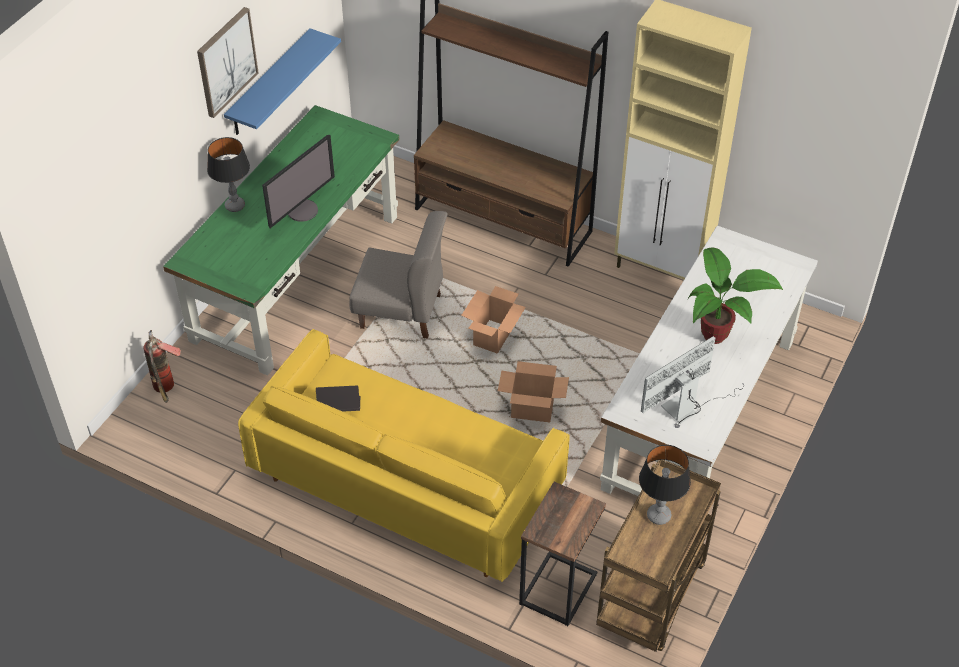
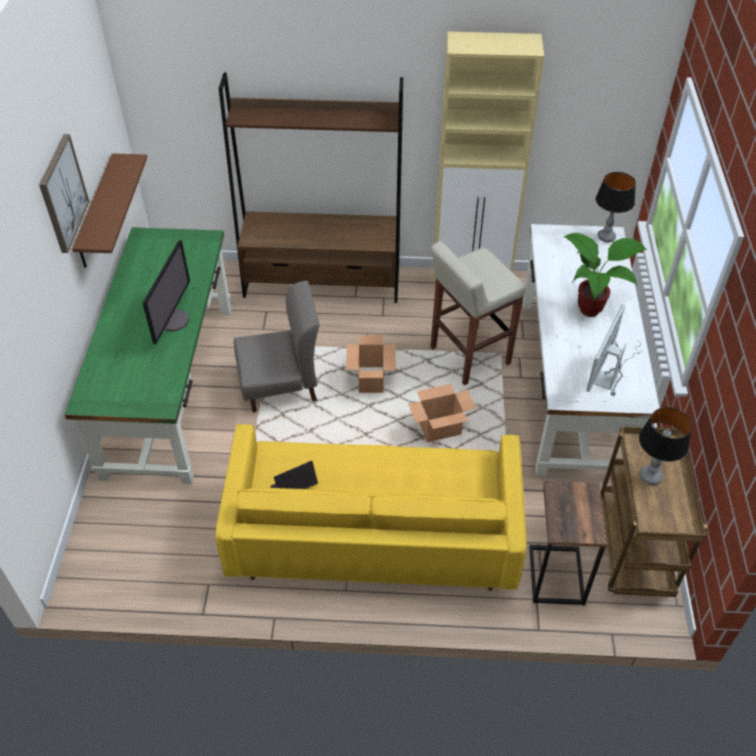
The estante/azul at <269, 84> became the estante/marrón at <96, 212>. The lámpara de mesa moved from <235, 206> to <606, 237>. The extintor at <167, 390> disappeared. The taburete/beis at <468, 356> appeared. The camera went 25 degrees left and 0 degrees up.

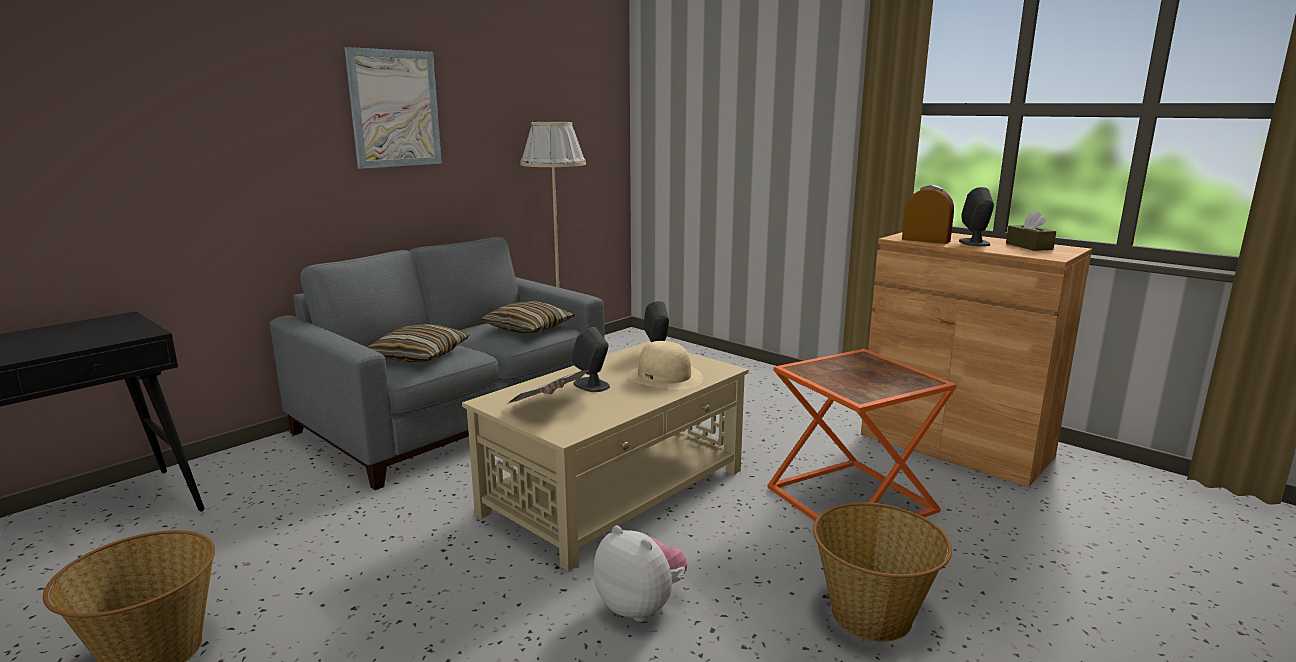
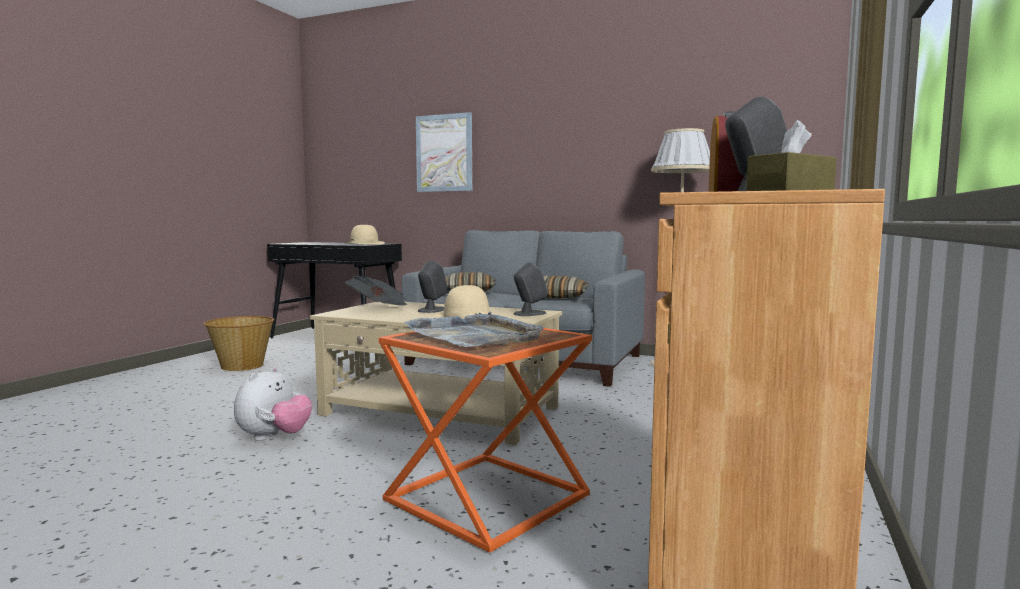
The cuadro moved from <395, 109> to <444, 153>. The cesta at <872, 616> disappeared. The sombrero/beis at <364, 244> appeared. The bandeja/gris at <475, 336> appeared. The camera went 70 degrees right and 10 degrees down.

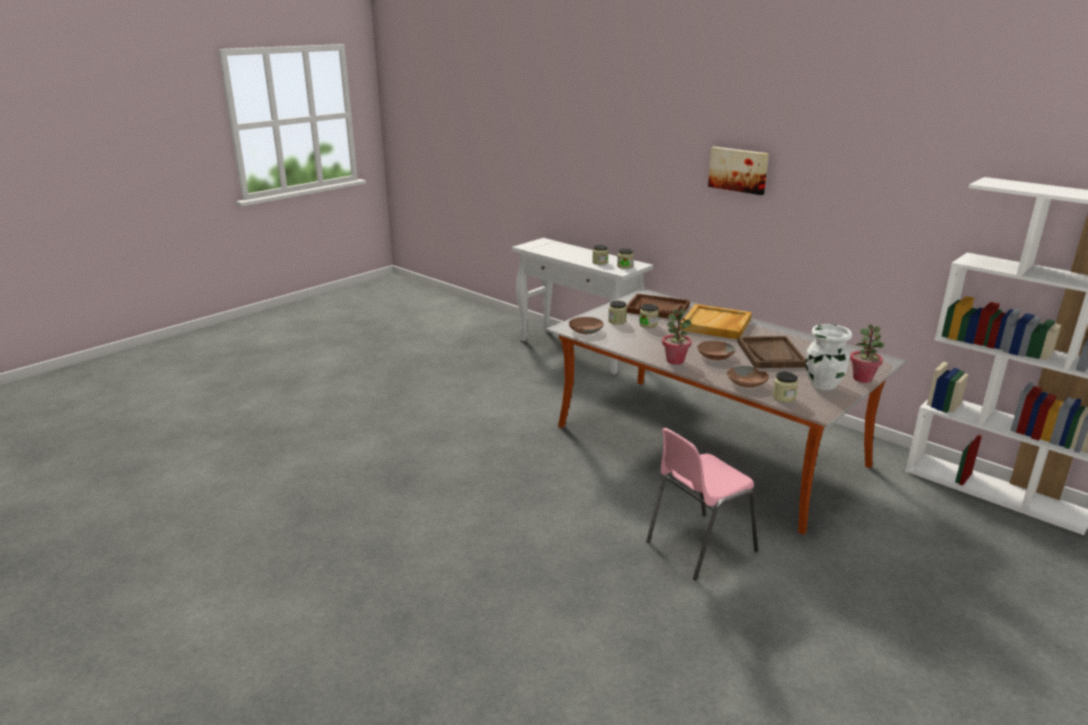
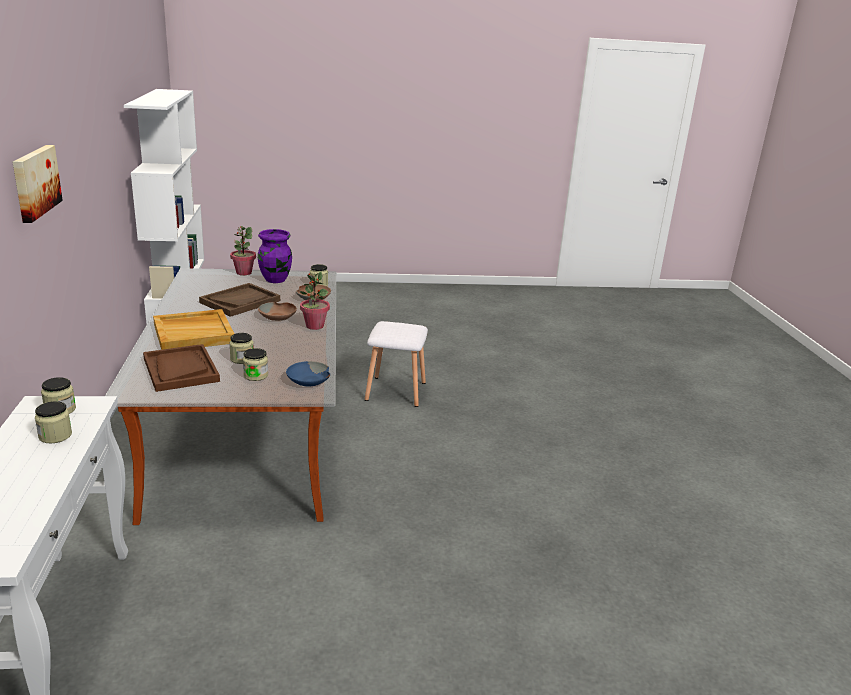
The cuenco/marrón at <585, 330> became the cuenco/azul at <308, 381>. The florero/blanco at <822, 384> became the florero/morado at <275, 280>. The silla/rosa at <698, 546> was replaced by the taburete/blanco at <396, 392>. The camera went 140 degrees left and 0 degrees up.

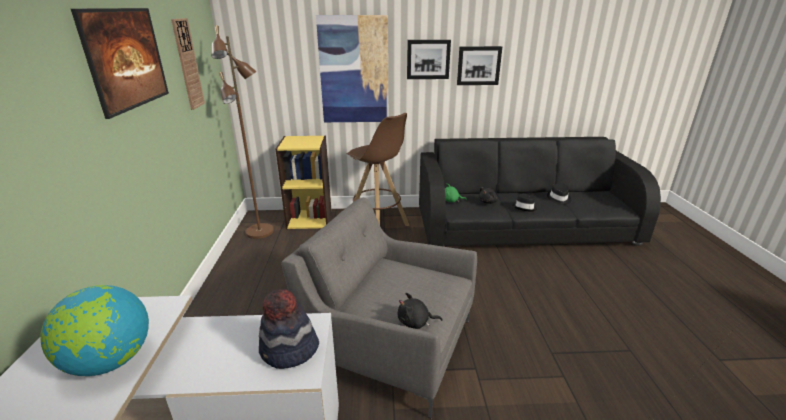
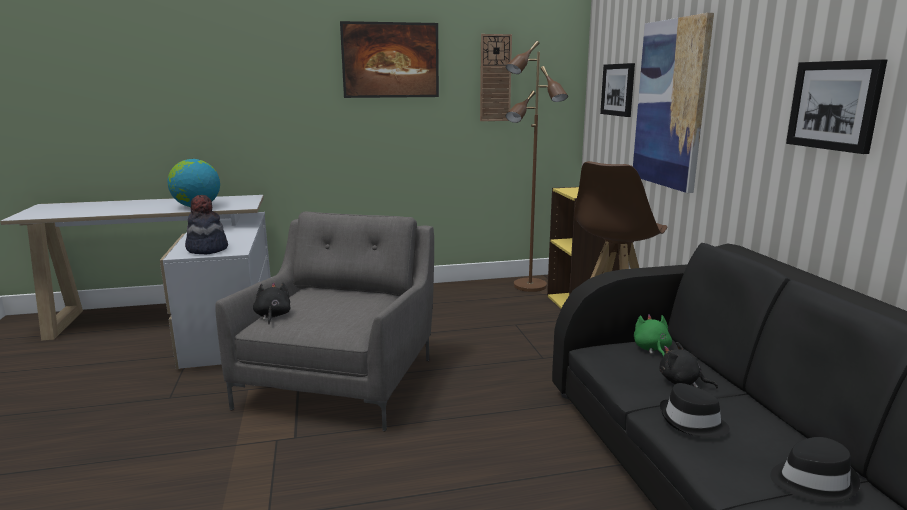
The cuadro moved from <428, 59> to <618, 89>. The camera went 80 degrees right and 10 degrees down.

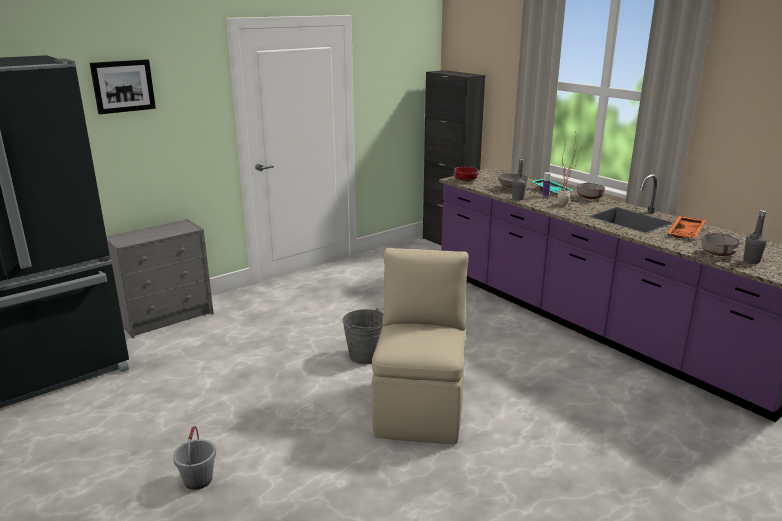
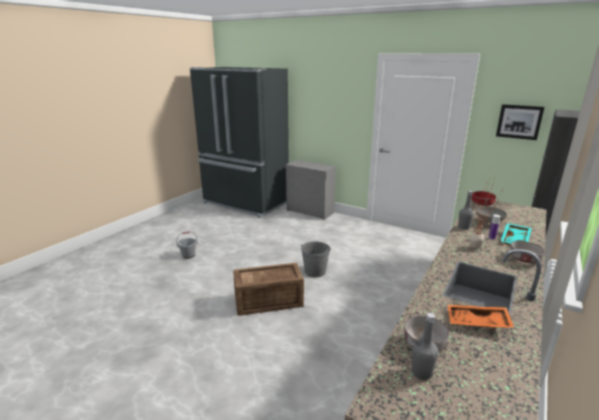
The cuadro moved from <123, 86> to <519, 121>. The silla/beis at <420, 407> was replaced by the caja de embalaje at <270, 302>. The camera went 70 degrees right and 0 degrees up.

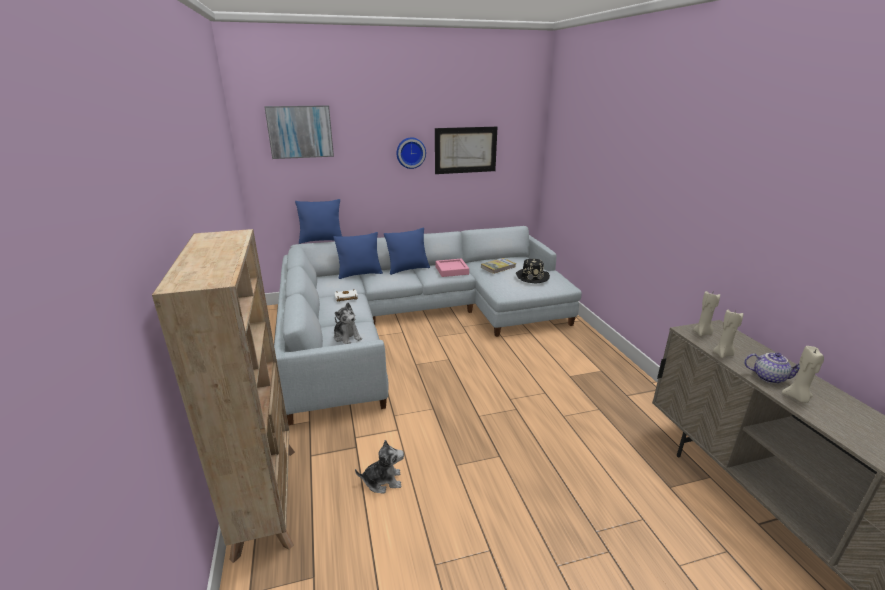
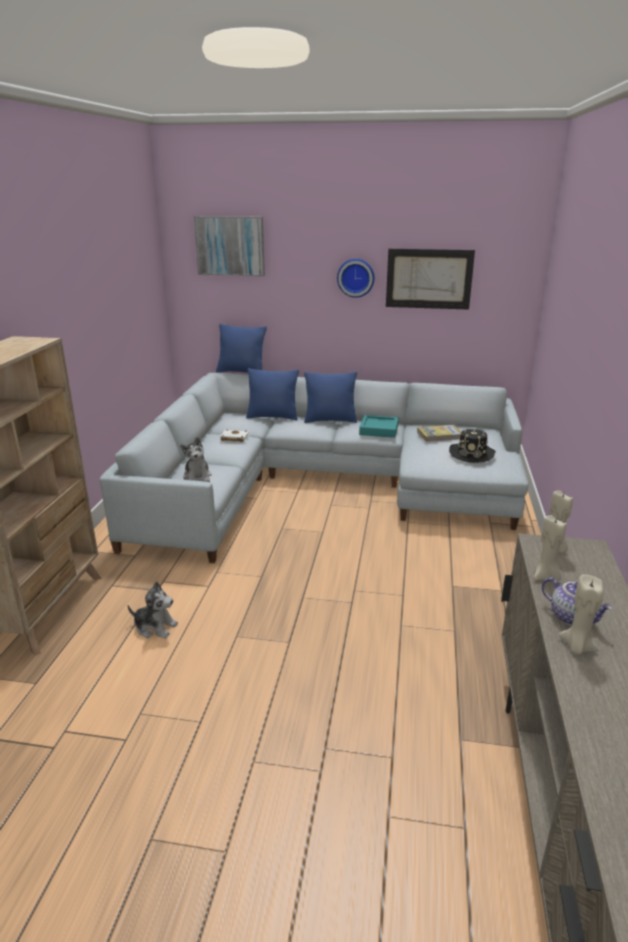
The bandeja/rosa at <452, 270> became the bandeja/turquesa at <379, 430>. The camera went 25 degrees right and 0 degrees up.

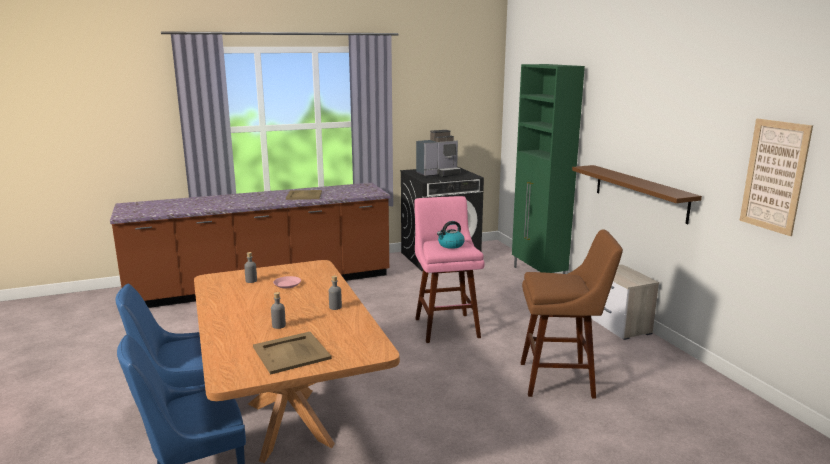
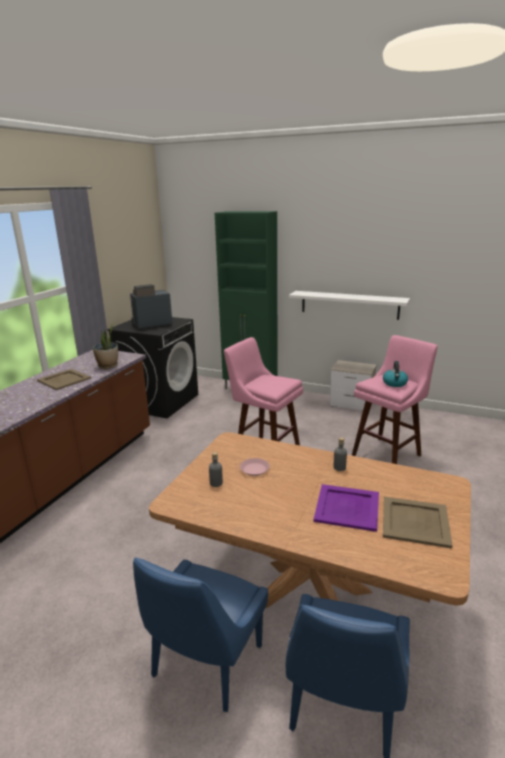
The cuadro at <774, 176> disappeared. The cafetera at <439, 174> turned 135 degrees counterclockwise. The estante/marrón at <640, 193> became the estante/blanco at <349, 304>. The hervidor moved from <450, 245> to <395, 383>. The taburete/marrón at <561, 380> became the taburete/rosa at <388, 453>. The botella/gris at <279, 325> was replaced by the bandeja/morado at <348, 507>. The planta en maceta at <108, 366> appeared. The camera went 45 degrees left and 5 degrees up.

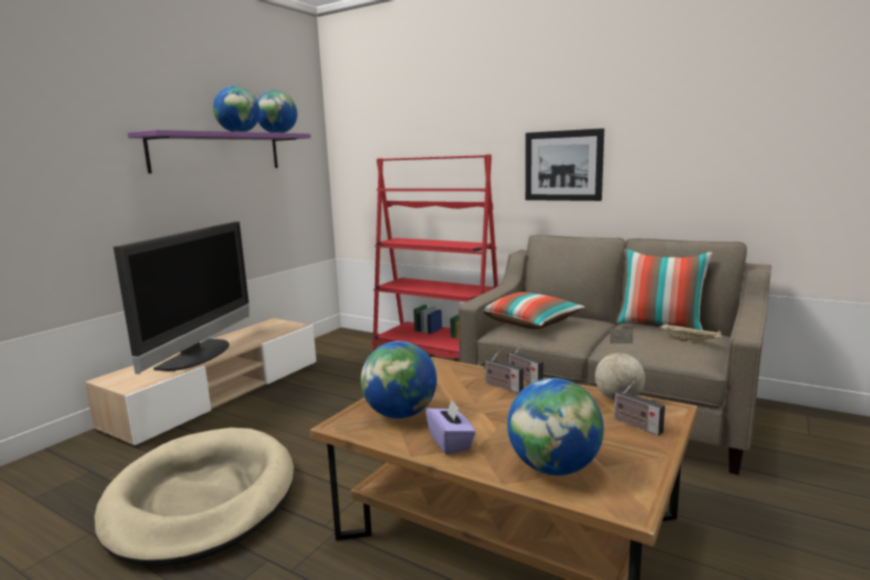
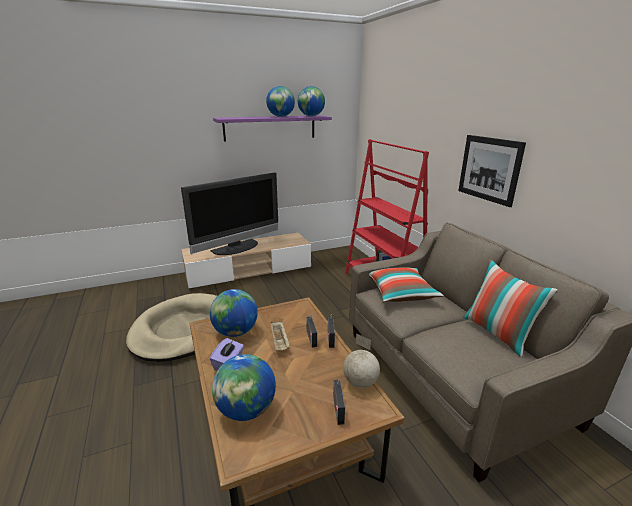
The bandeja/beis moved from <690, 340> to <280, 342>. The camera went 35 degrees right and 10 degrees up.

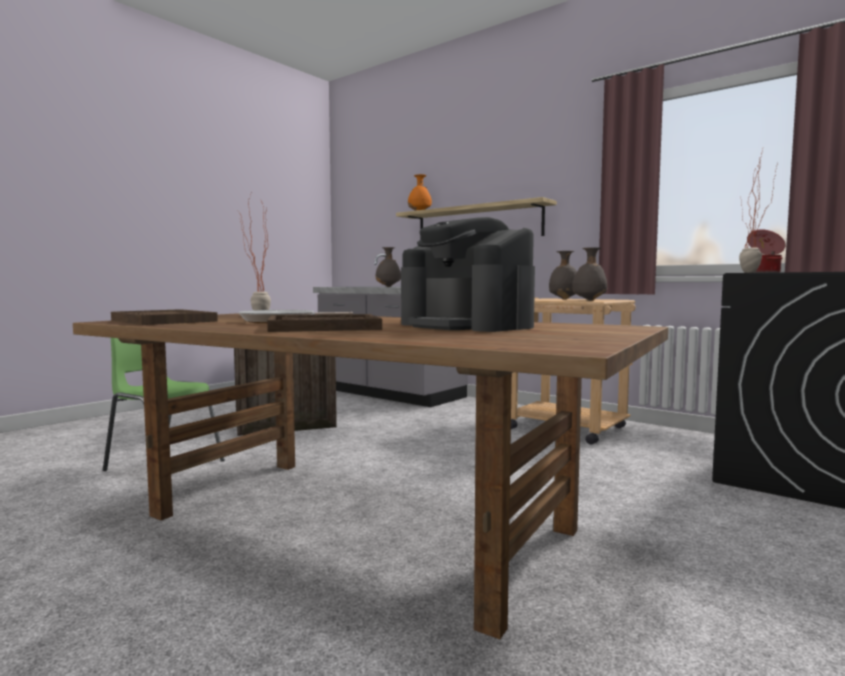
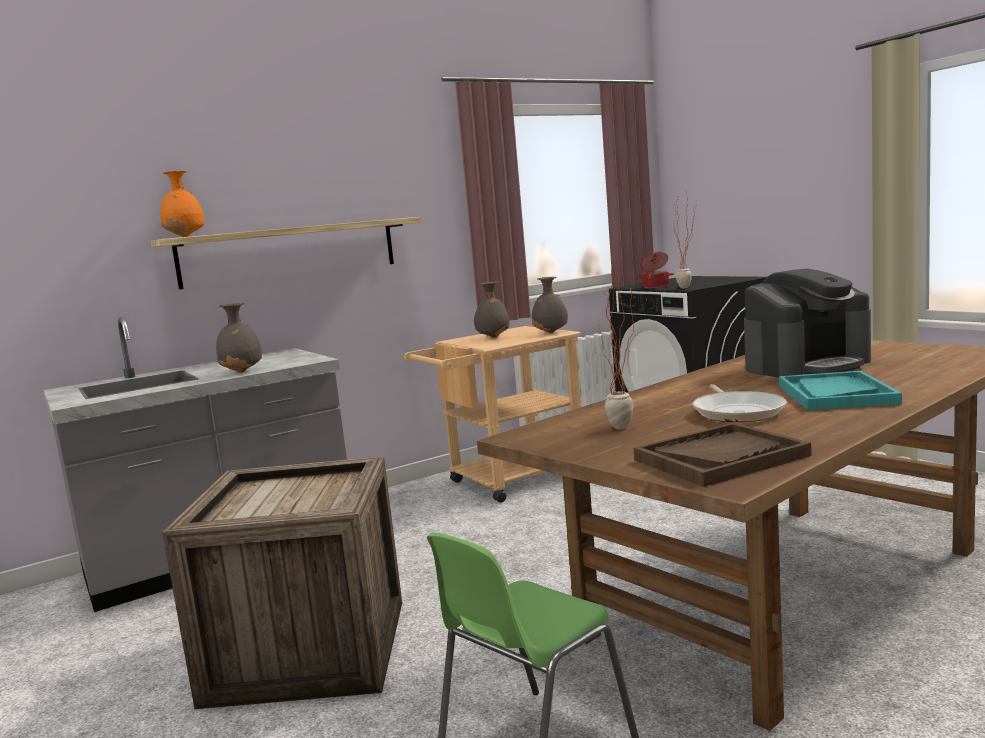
The bandeja/marrón at <324, 327> became the bandeja/turquesa at <835, 394>. The camera went 70 degrees left and 5 degrees up.

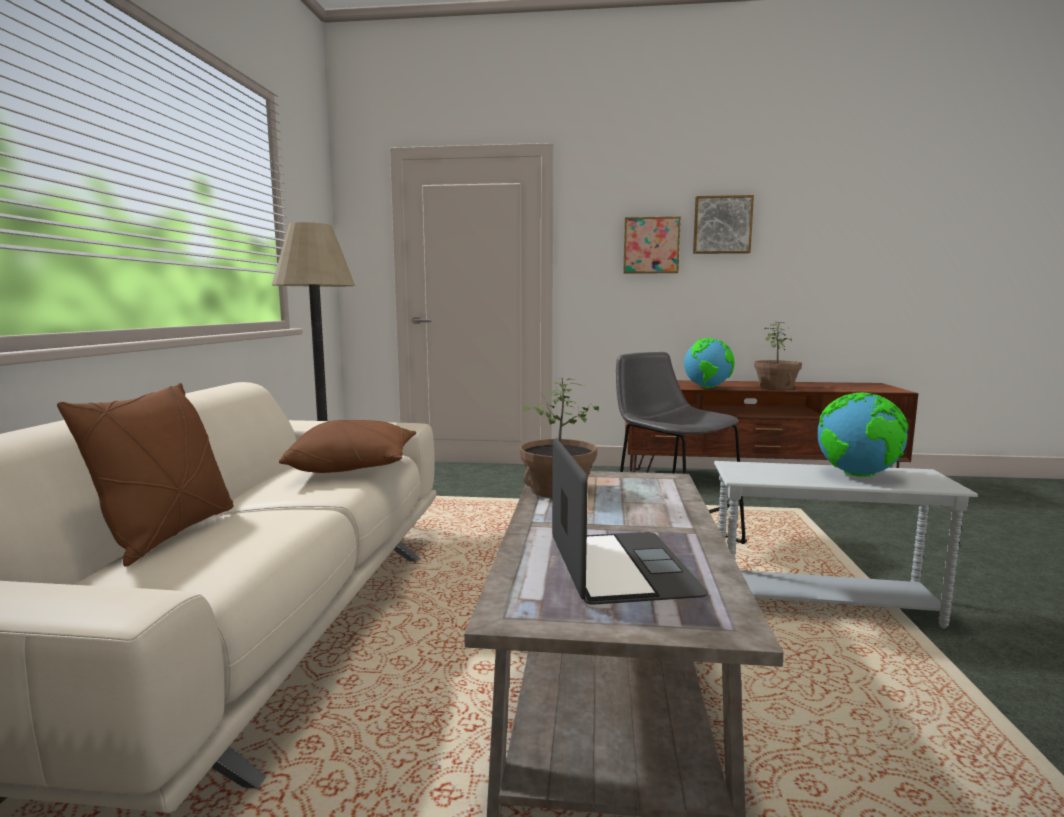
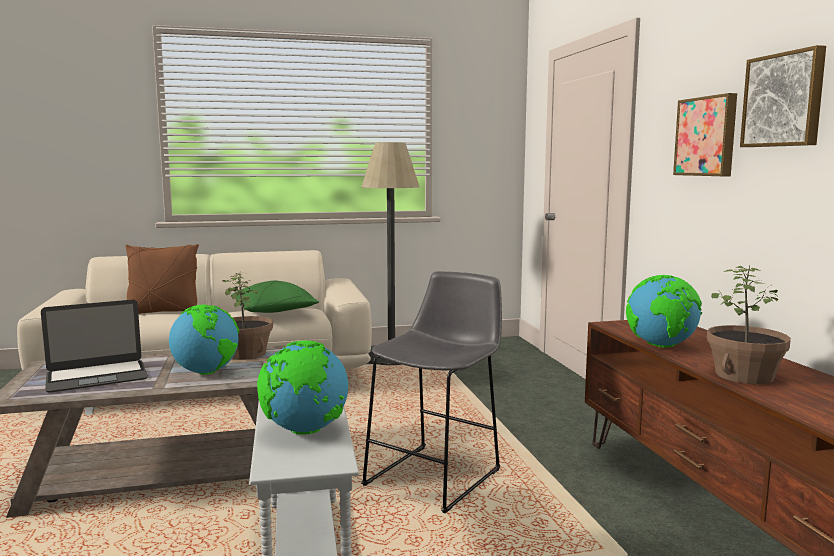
The cojín/marrón at <354, 467> became the cojín/verde at <275, 312>. The globo terráqueo at <206, 372> appeared. The camera went 70 degrees right and 0 degrees up.

